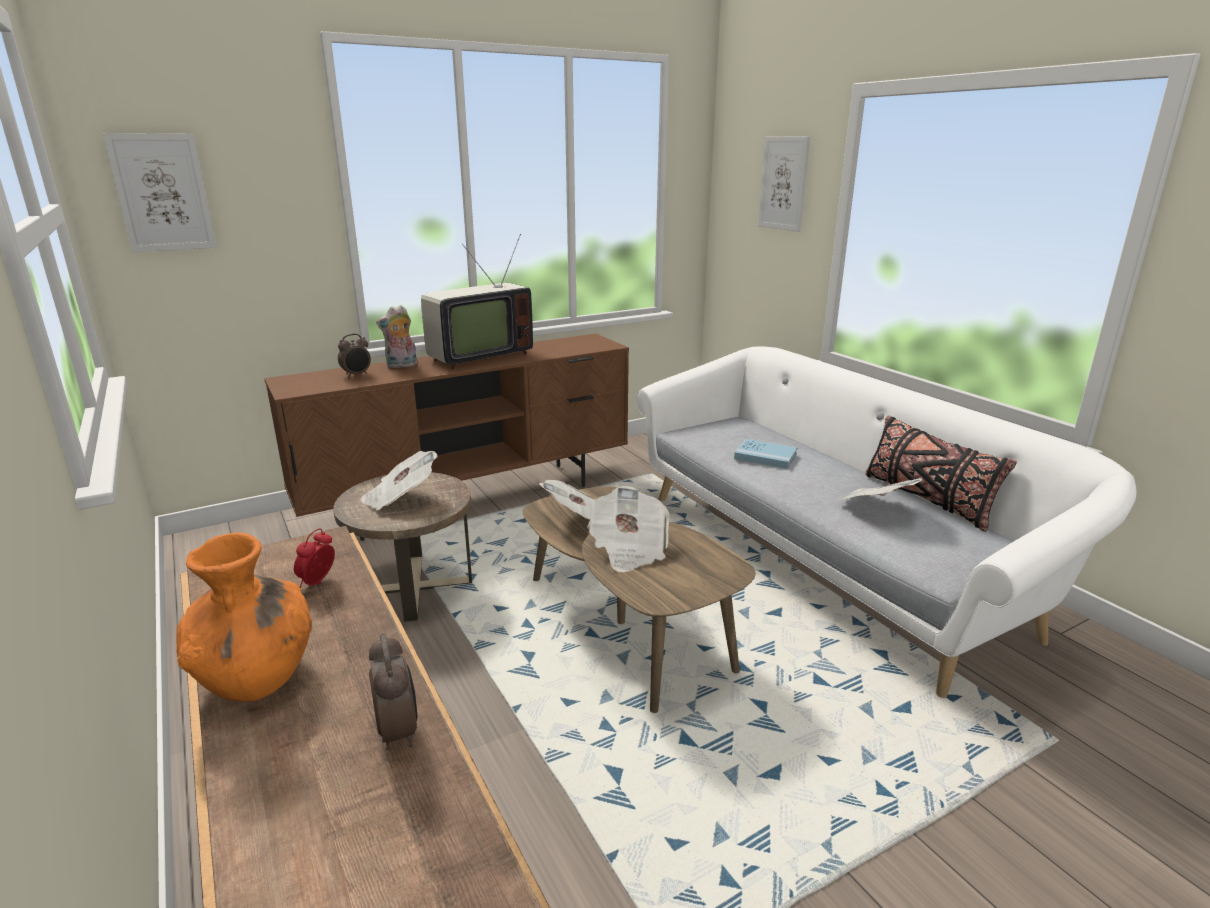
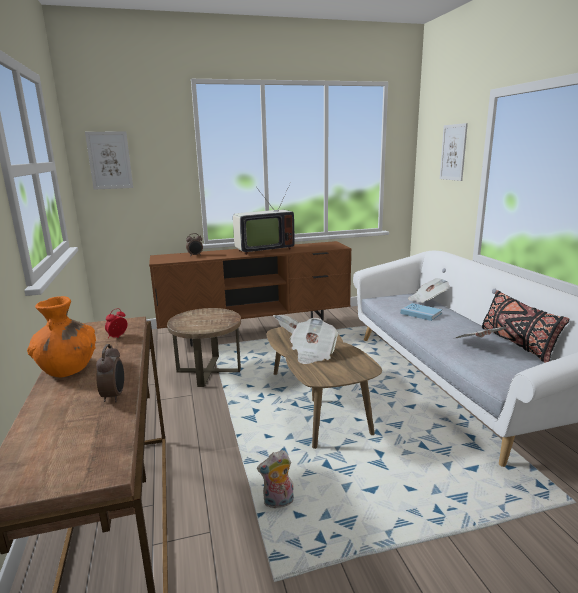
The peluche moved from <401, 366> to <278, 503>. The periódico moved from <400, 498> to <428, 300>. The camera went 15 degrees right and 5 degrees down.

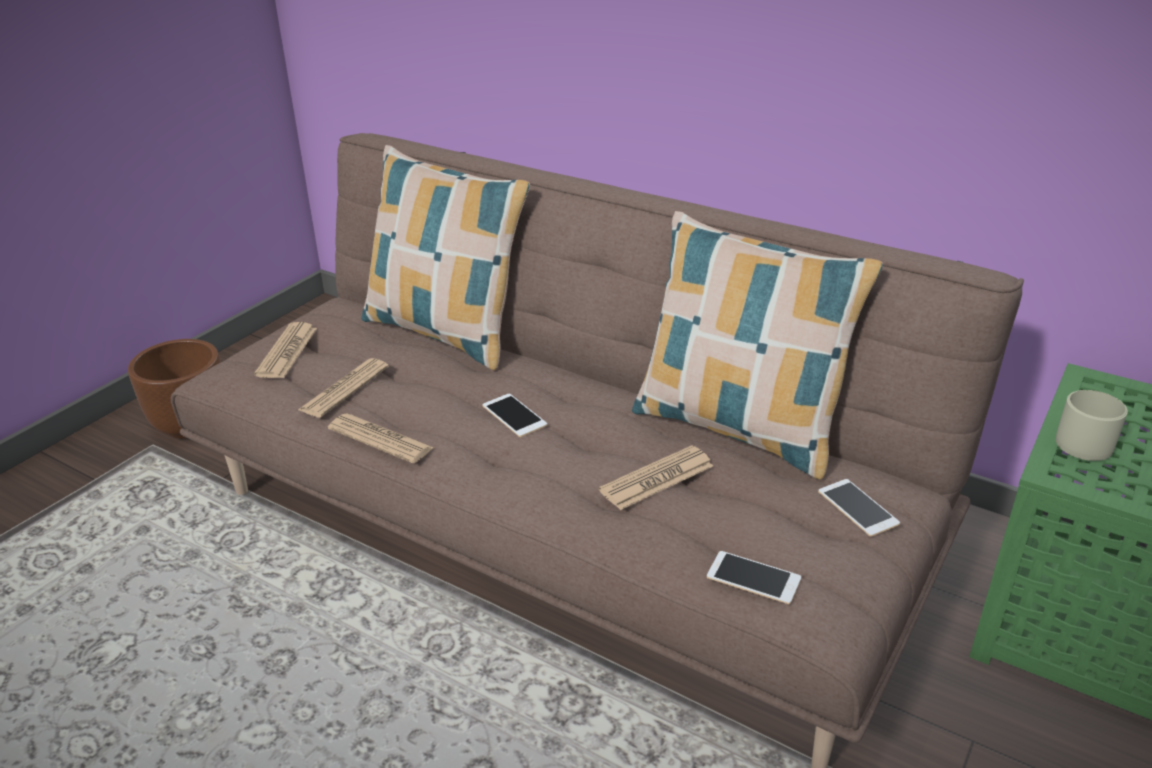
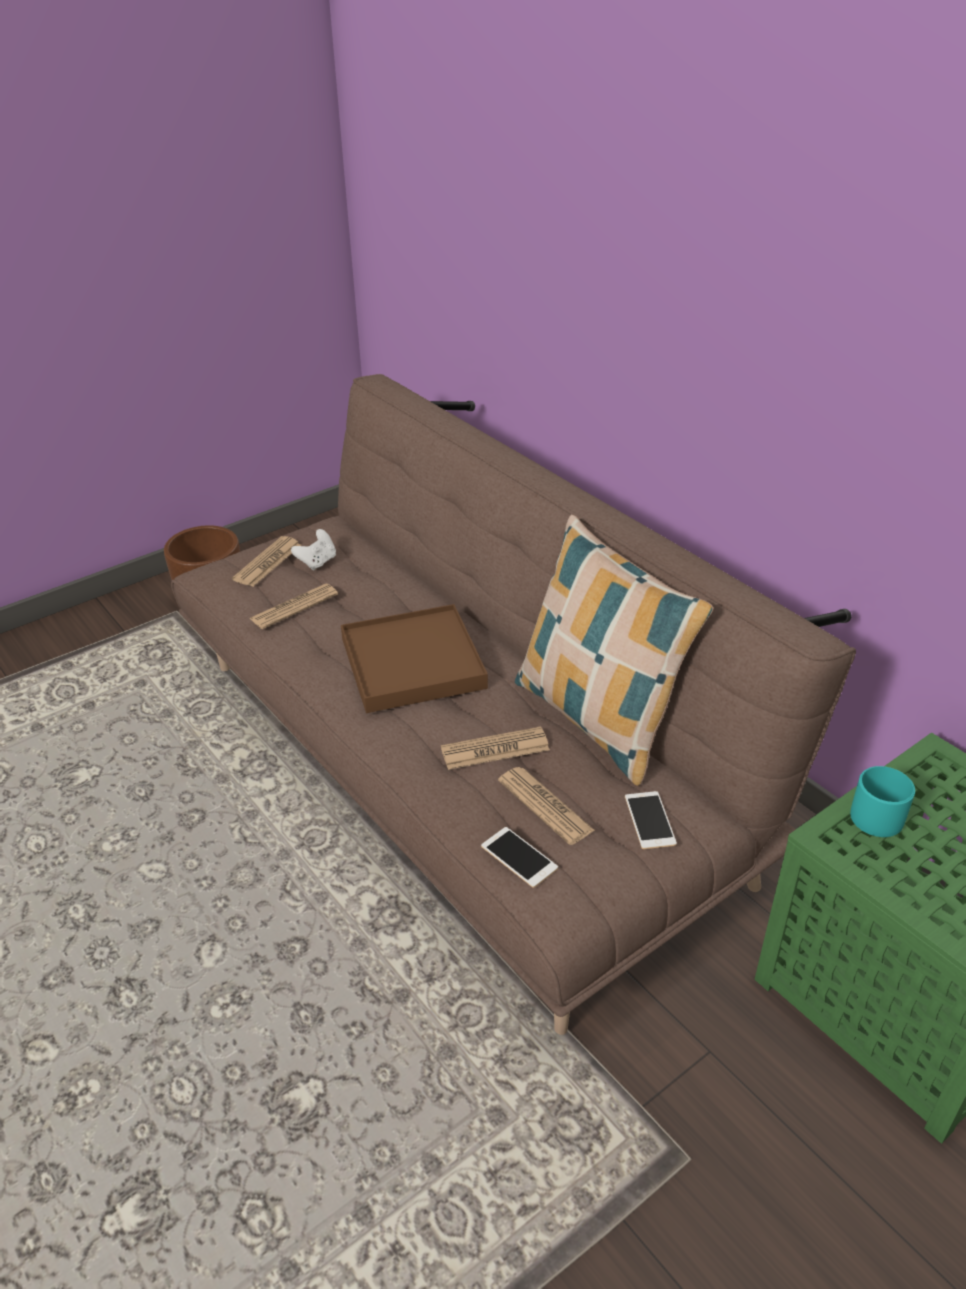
The cojín at <446, 333> disappeared. The taza grande/beis at <1082, 440> became the taza grande/turquesa at <878, 813>. The móvil at <514, 415> was replaced by the bandeja/marrón at <413, 663>. The periódico moved from <380, 439> to <545, 806>. The mando de consola/blanco at <317, 562> appeared. The camera went 20 degrees right and 5 degrees up.

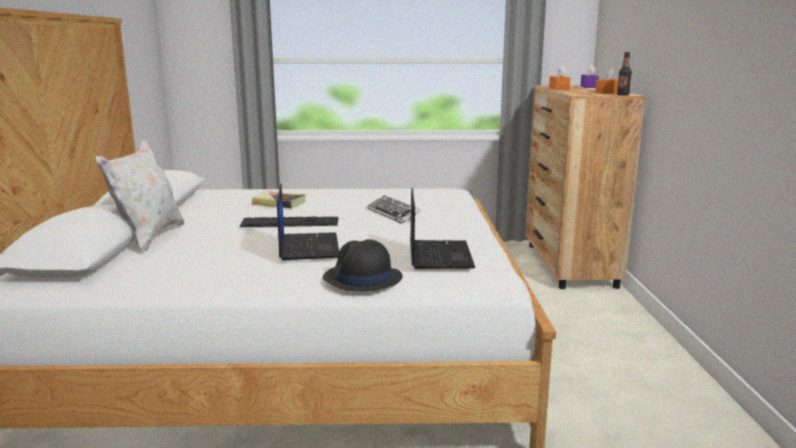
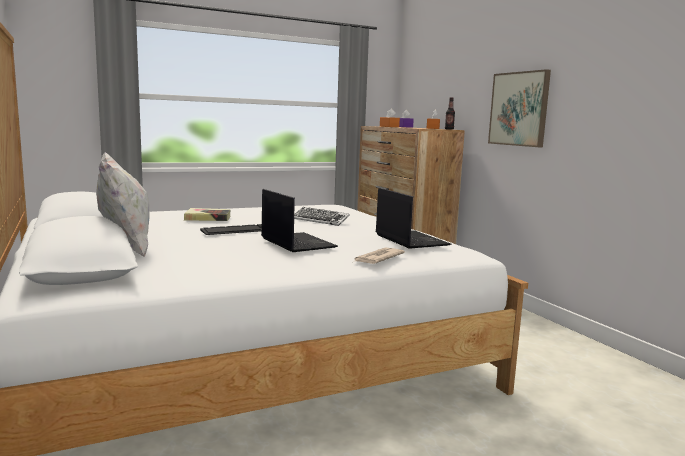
The sombrero/negro at <362, 278> was replaced by the periódico at <377, 258>. The cuadro at <519, 109> appeared. The camera went 25 degrees left and 5 degrees down.

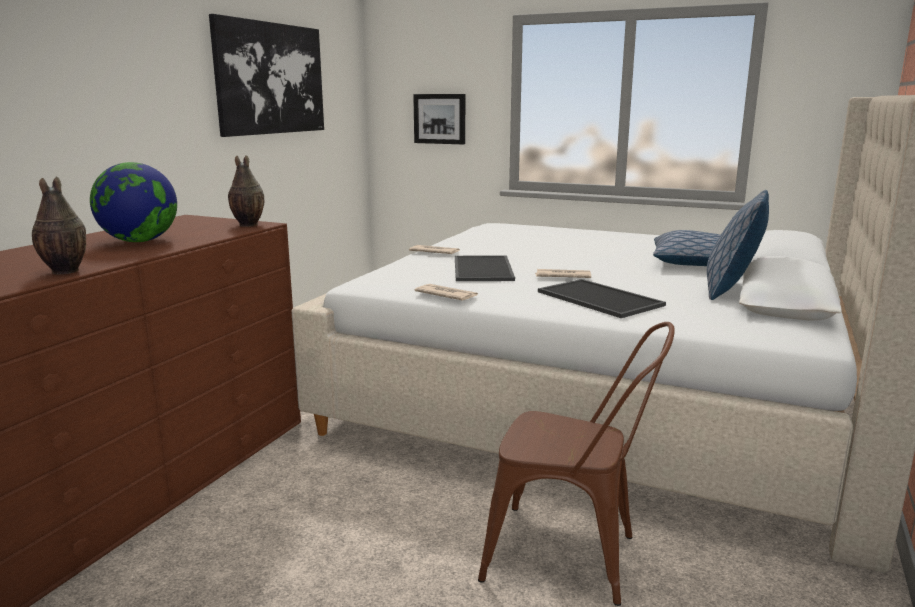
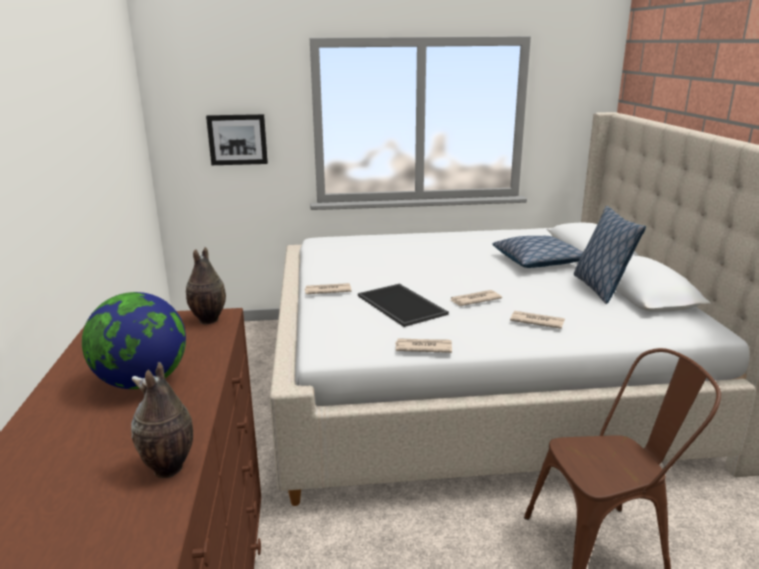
The cuadro at <270, 78> disappeared. The bandeja at <597, 298> was replaced by the periódico at <536, 321>. The camera went 30 degrees left and 5 degrees up.

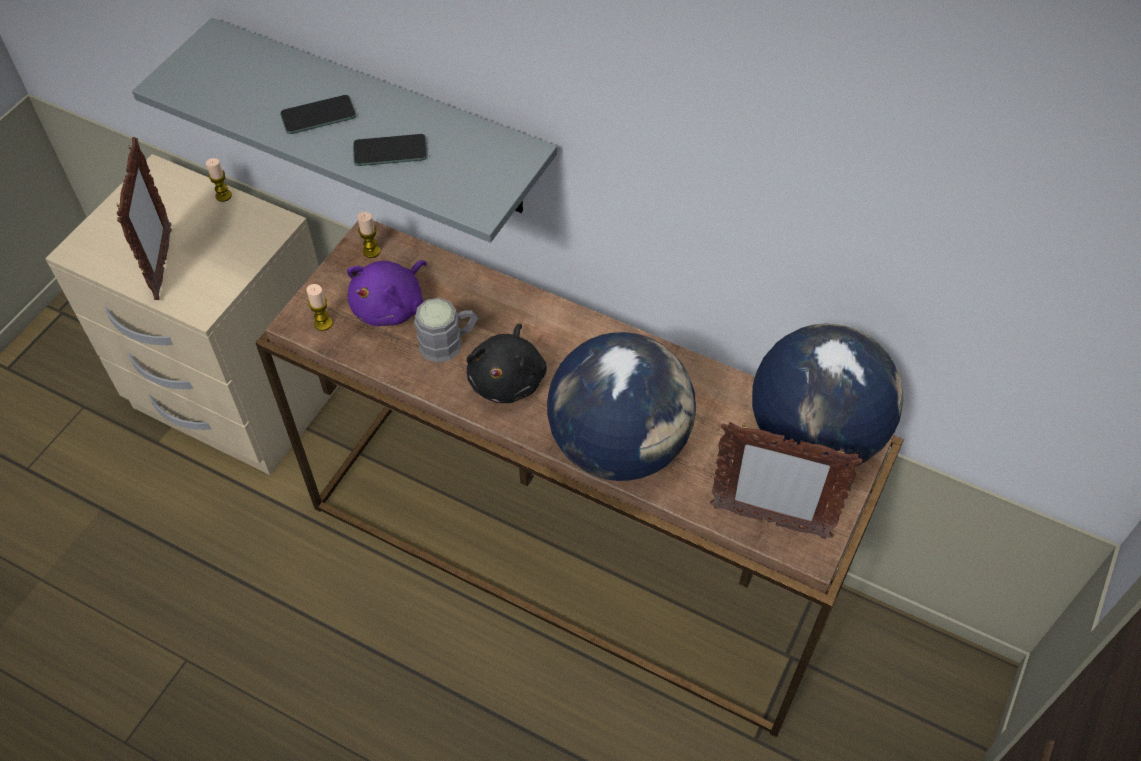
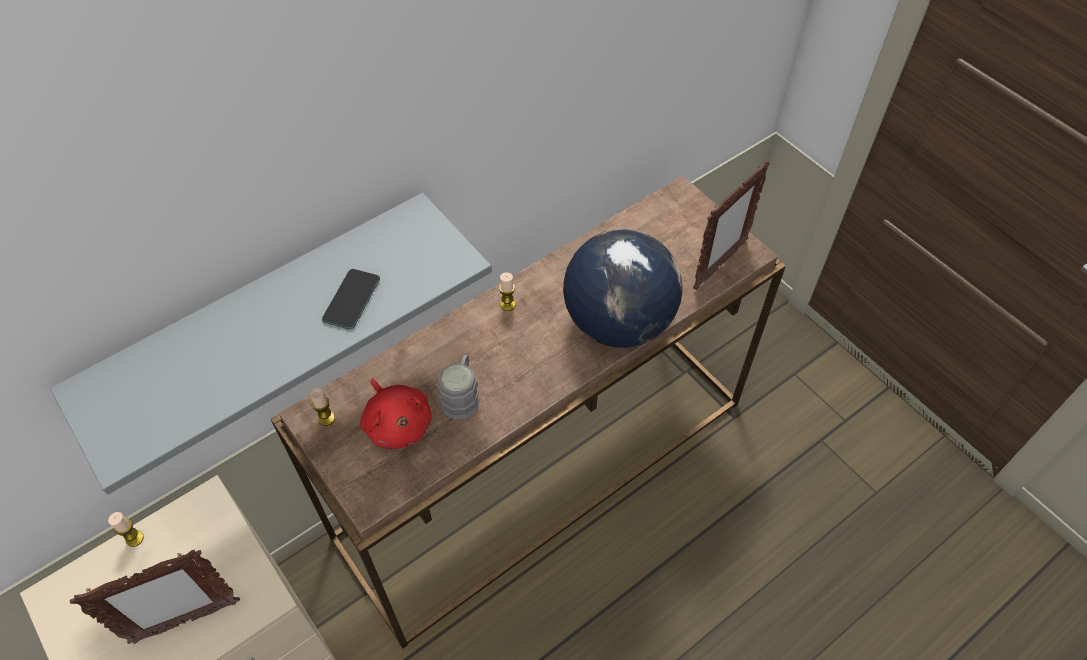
The móvil at <318, 115> disappeared. The portarretratos at <163, 265> turned 135 degrees clockwise. The peluche/morado at <391, 306> became the peluche/rojo at <397, 423>. The vela moved from <323, 323> to <507, 304>. The globo terráqueo at <813, 436> disappeared. The peluche/negro at <508, 379> disappeared. The camera went 65 degrees left and 0 degrees up.

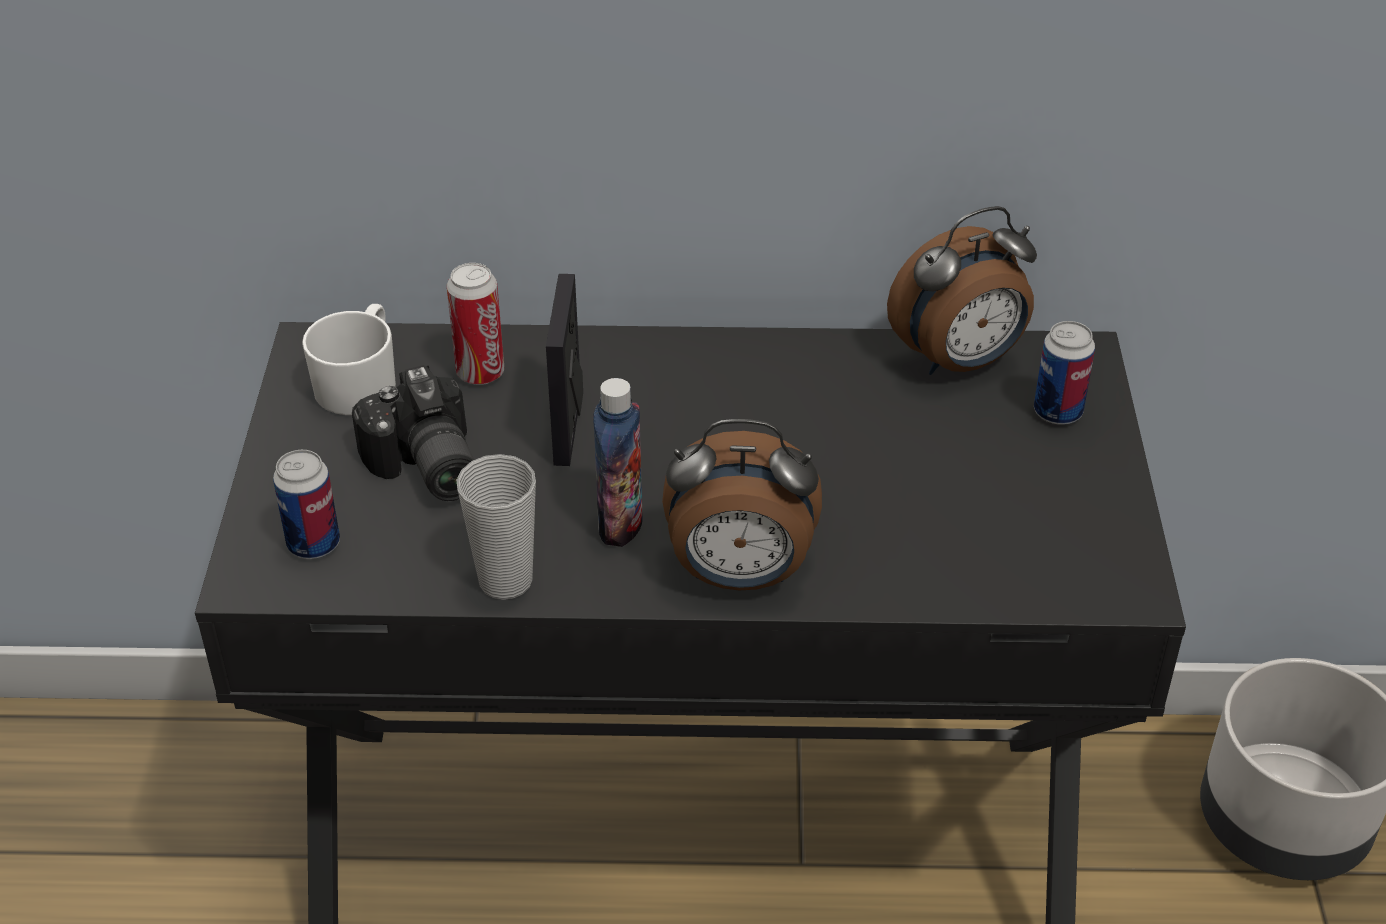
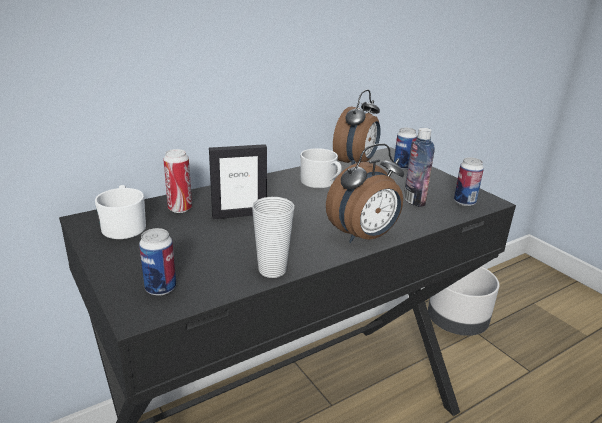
The portarretratos at <569, 428> turned 75 degrees counterclockwise. The cámara at <423, 468> disappeared. The botella moved from <620, 524> to <414, 201>. The taza grande/blanco at <321, 182> appeared. The lata at <464, 202> appeared. The camera went 35 degrees left and 15 degrees down.

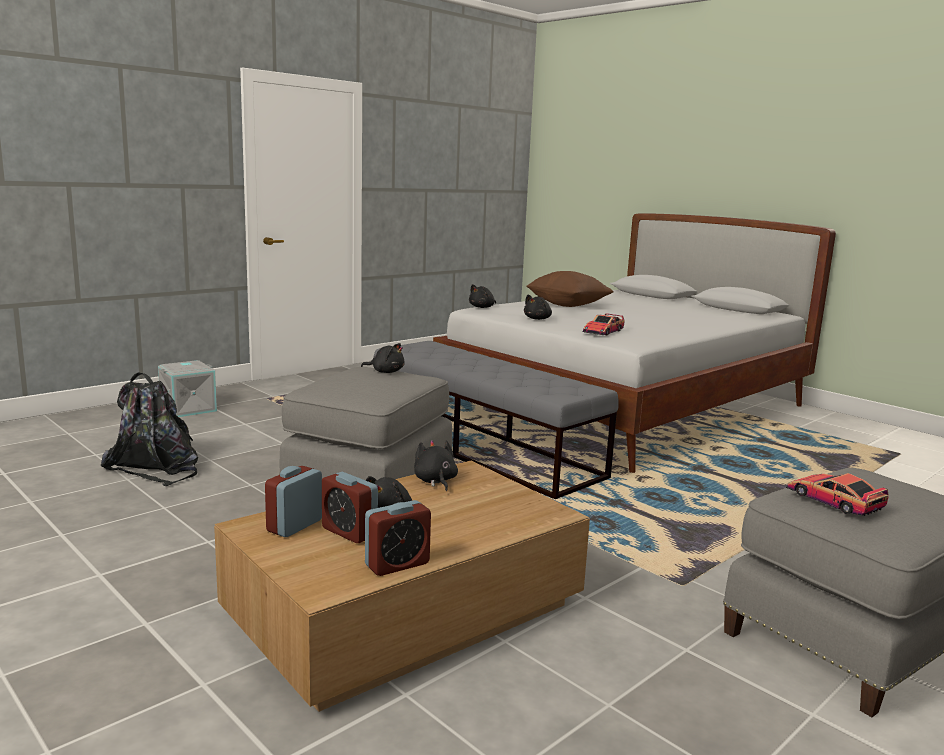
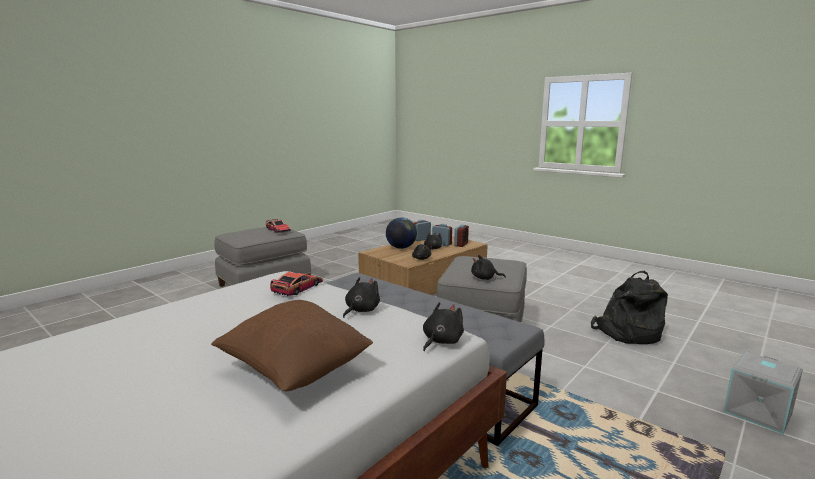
The globo terráqueo at <401, 247> appeared. The camera went 175 degrees right and 0 degrees up.

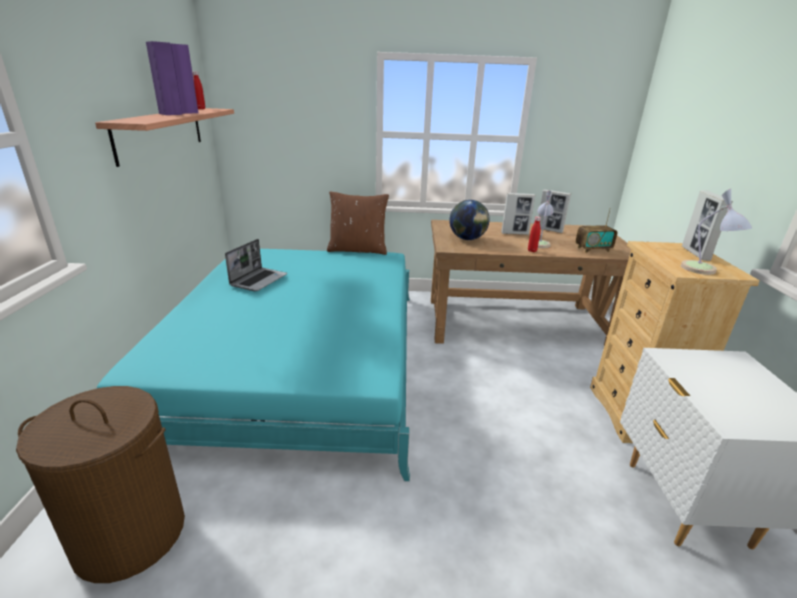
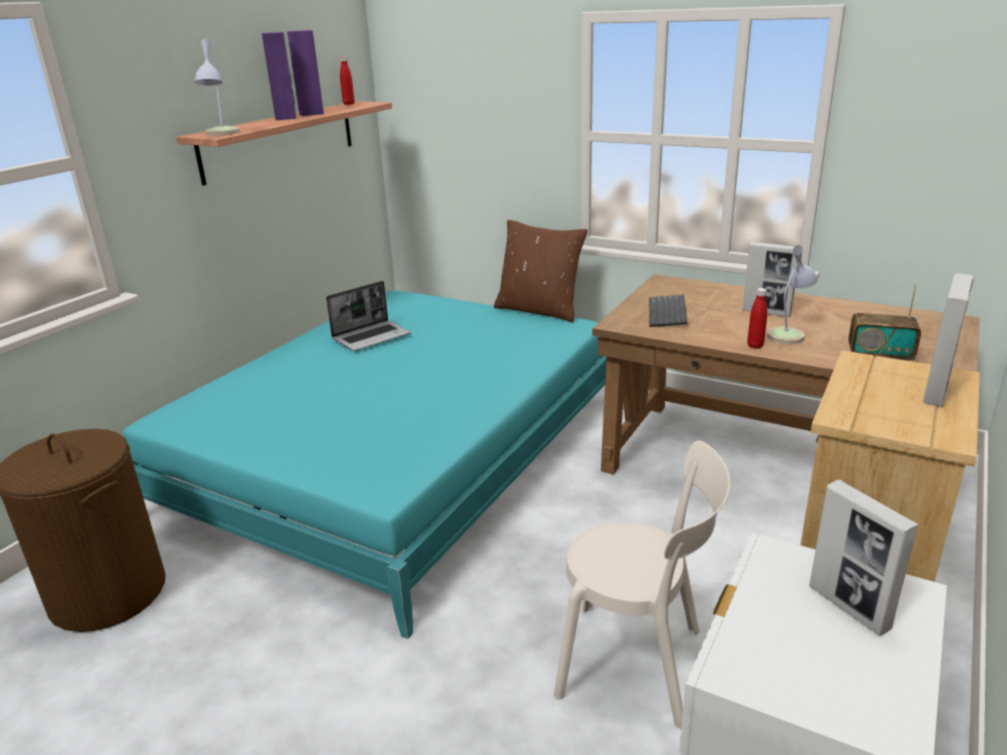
The portarretratos moved from <549, 230> to <849, 607>. The lámpara de mesa moved from <705, 271> to <221, 134>. The globo terráqueo at <467, 239> was replaced by the teclado at <668, 313>. The silla/beis at <638, 664> appeared. The camera went 30 degrees right and 0 degrees up.

